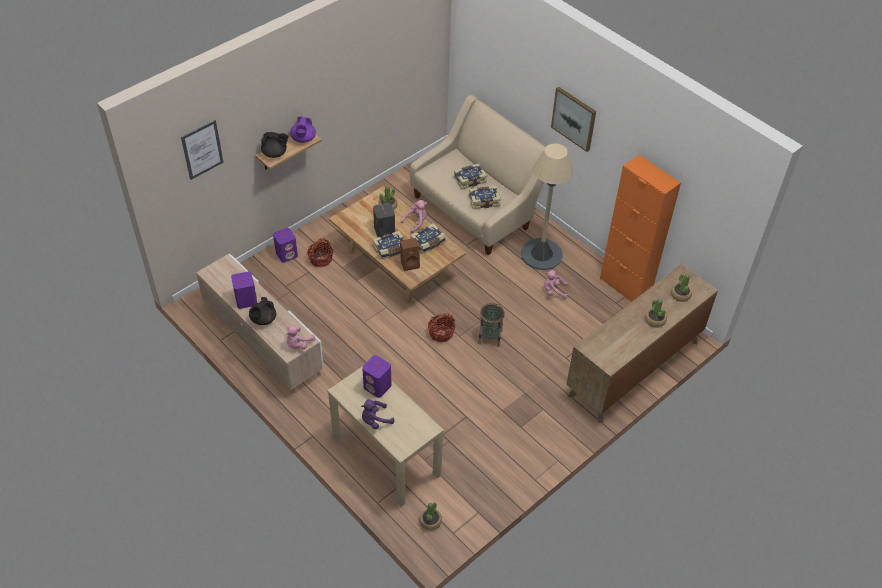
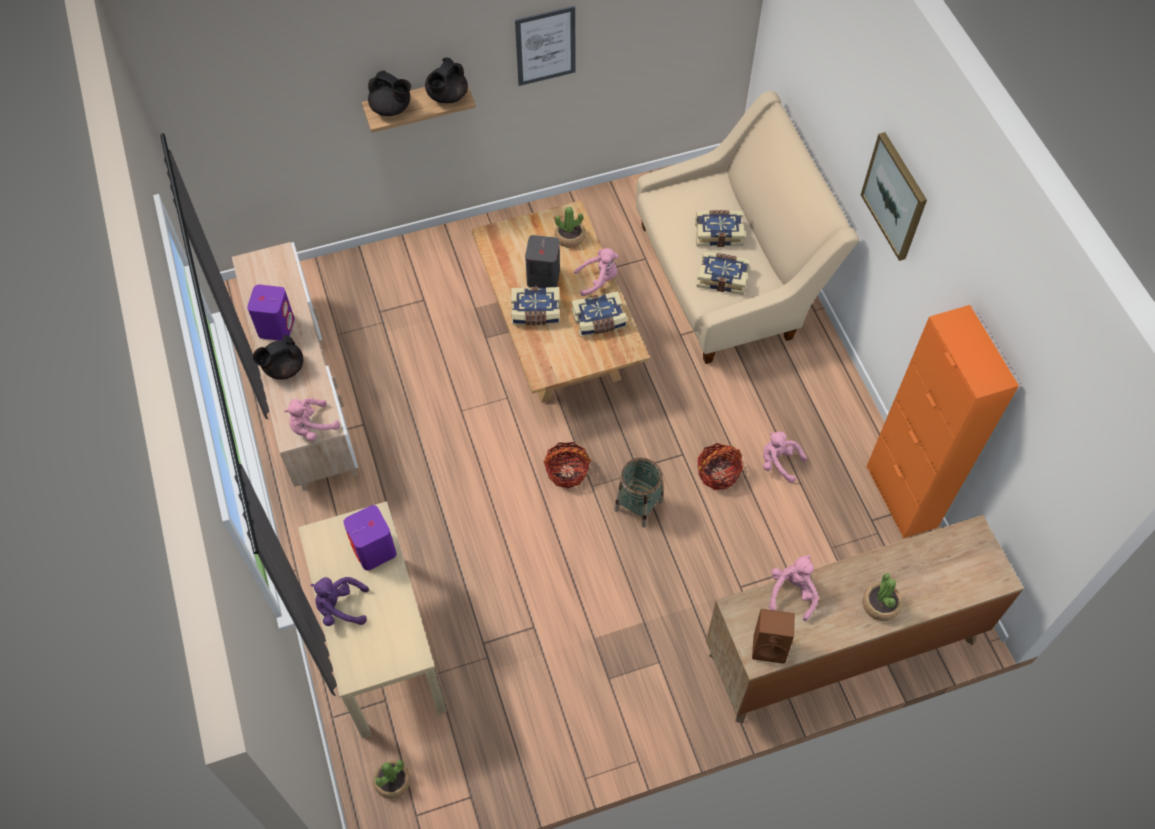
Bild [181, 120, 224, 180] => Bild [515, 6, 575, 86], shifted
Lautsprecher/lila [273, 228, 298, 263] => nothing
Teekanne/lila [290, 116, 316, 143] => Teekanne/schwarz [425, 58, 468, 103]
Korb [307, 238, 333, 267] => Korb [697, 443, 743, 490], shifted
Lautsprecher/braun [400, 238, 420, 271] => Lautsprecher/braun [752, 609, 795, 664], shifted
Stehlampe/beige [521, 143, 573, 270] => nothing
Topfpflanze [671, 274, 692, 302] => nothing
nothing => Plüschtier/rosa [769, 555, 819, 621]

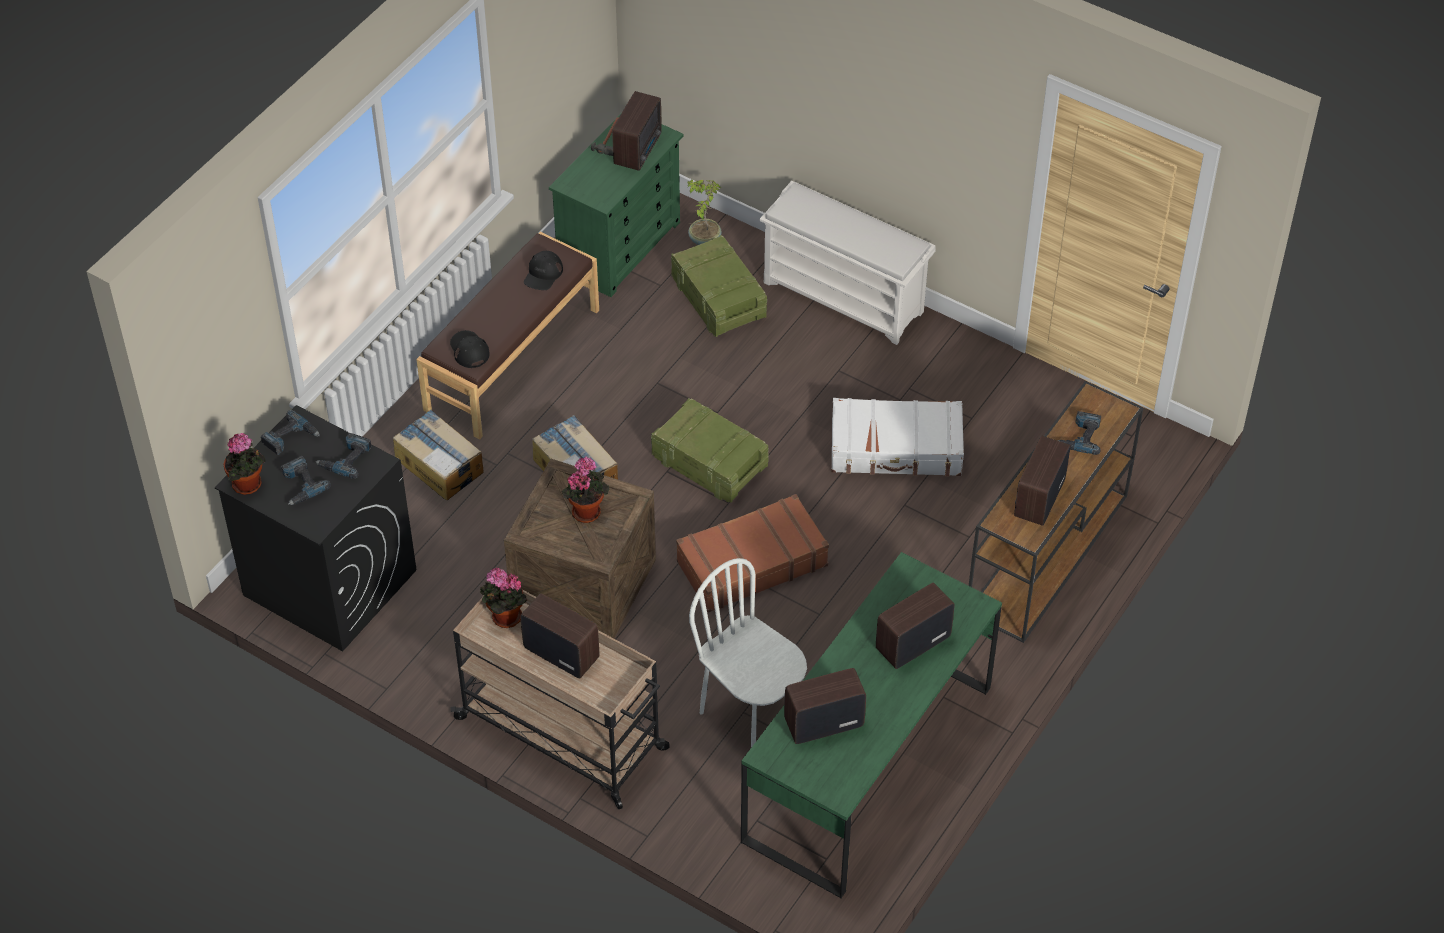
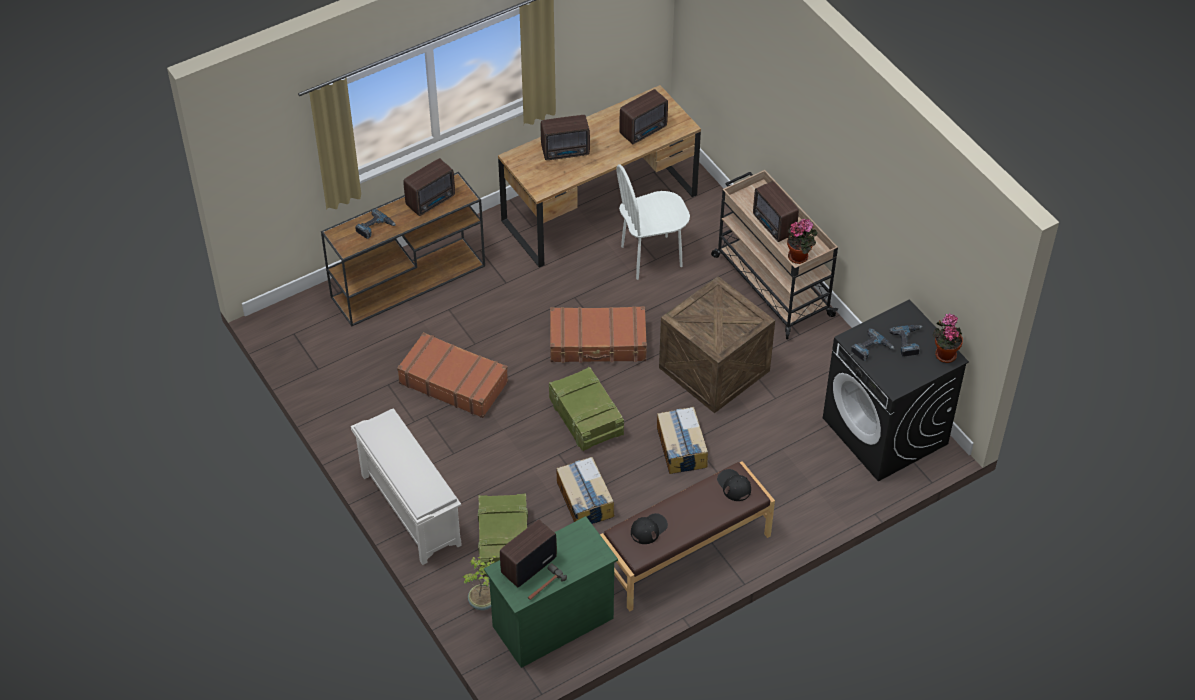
Bohrmaschine [261, 410, 320, 455] => nothing
Karton [393, 410, 484, 500] => Karton [556, 457, 614, 524], shifted
Kappe/schwarz [450, 330, 490, 368] => Kappe/schwarz [717, 469, 751, 501], 150 degrees clockwise
Topfpflanze [561, 456, 609, 523] => nothing
Stuhl/weiß [689, 558, 807, 747] => Stuhl/weiß [616, 164, 690, 280], 90 degrees clockwise
Schreibtisch/grün [741, 552, 1002, 899] => Schreibtisch/braun [498, 85, 701, 268]
Radio [784, 668, 866, 744] => Radio [619, 89, 668, 144], 45 degrees counterclockwise
Koffer/weiß [831, 398, 964, 477] => Koffer/braun [397, 332, 508, 418]

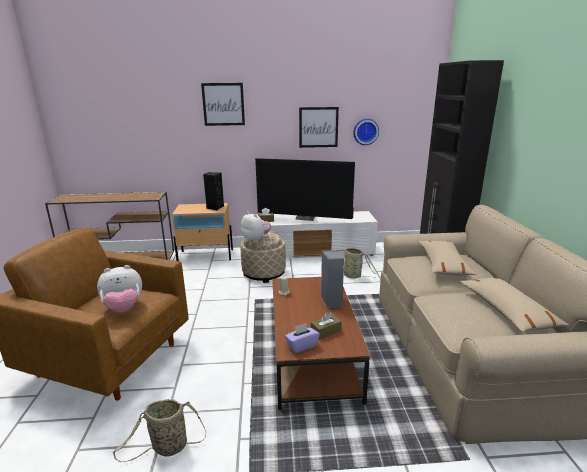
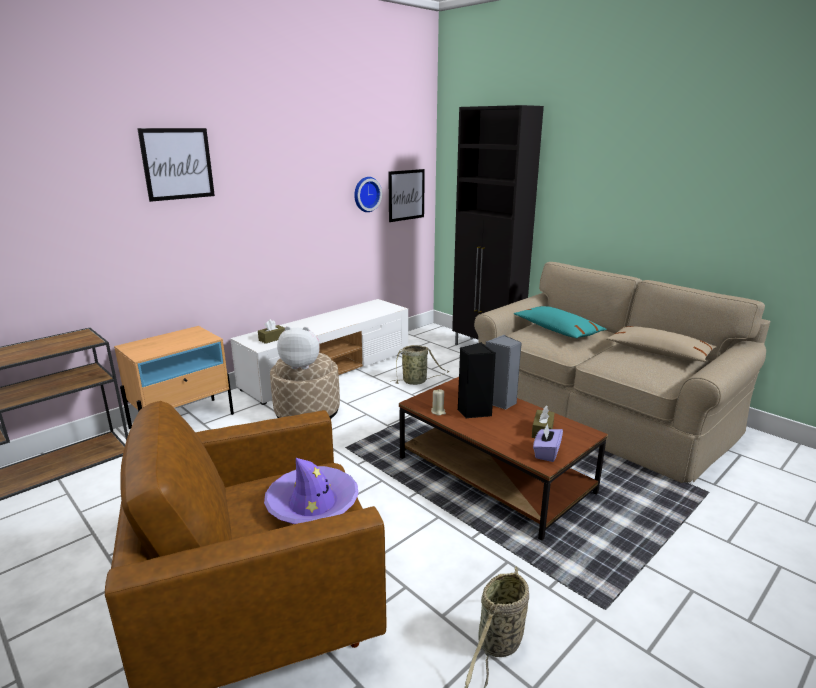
Plüschtier [97, 265, 142, 313] => Hut/lila [264, 458, 359, 524]
Lautsprecher/schwarz [203, 172, 224, 210] => Lautsprecher/schwarz [458, 342, 496, 418], shifted
Fernseher [255, 158, 355, 221] => nothing
Bild [299, 107, 339, 148] => Bild [388, 169, 425, 222], shifted
Kissen/beige [418, 241, 476, 276] => Kissen/türkis [514, 306, 607, 338]

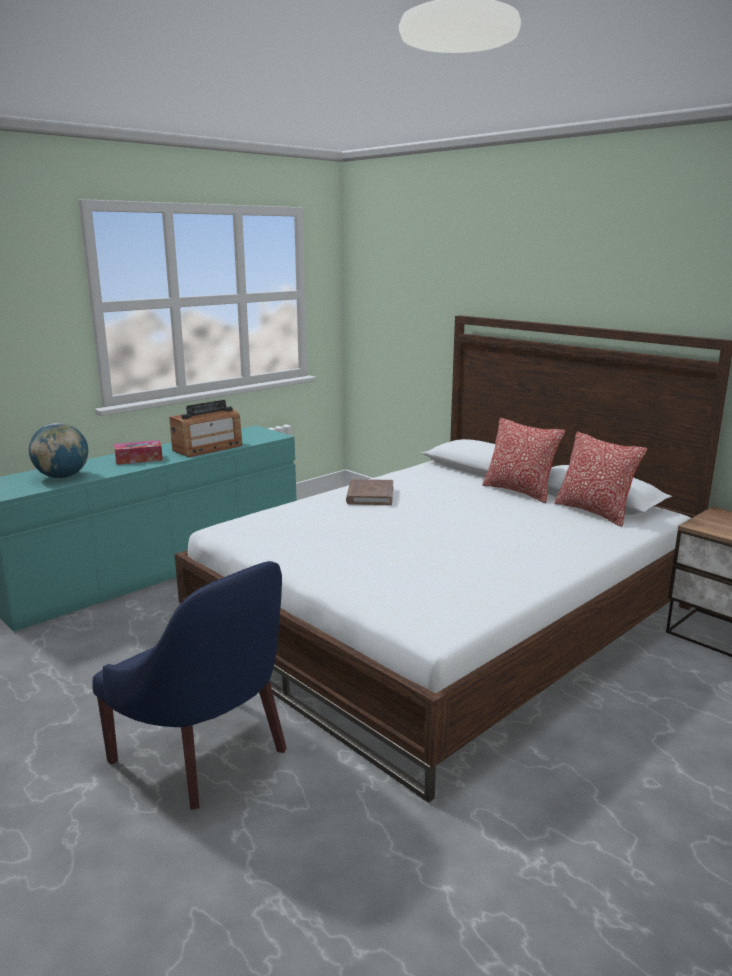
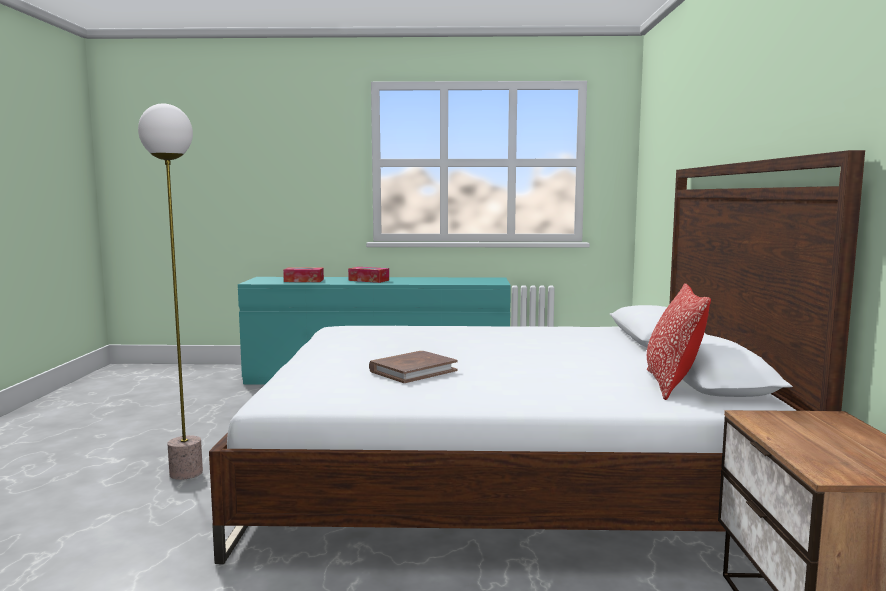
Globus [29, 423, 88, 478] => Taschentuchbox [283, 268, 324, 282]
Sessel/blau [92, 561, 287, 810] => Stehlampe [138, 104, 203, 480]
Radio [169, 400, 242, 457] => nothing
Buch/braun [346, 479, 393, 505] => Buch/braun [369, 351, 458, 383], shifted
Kissen [482, 418, 565, 503] => nothing

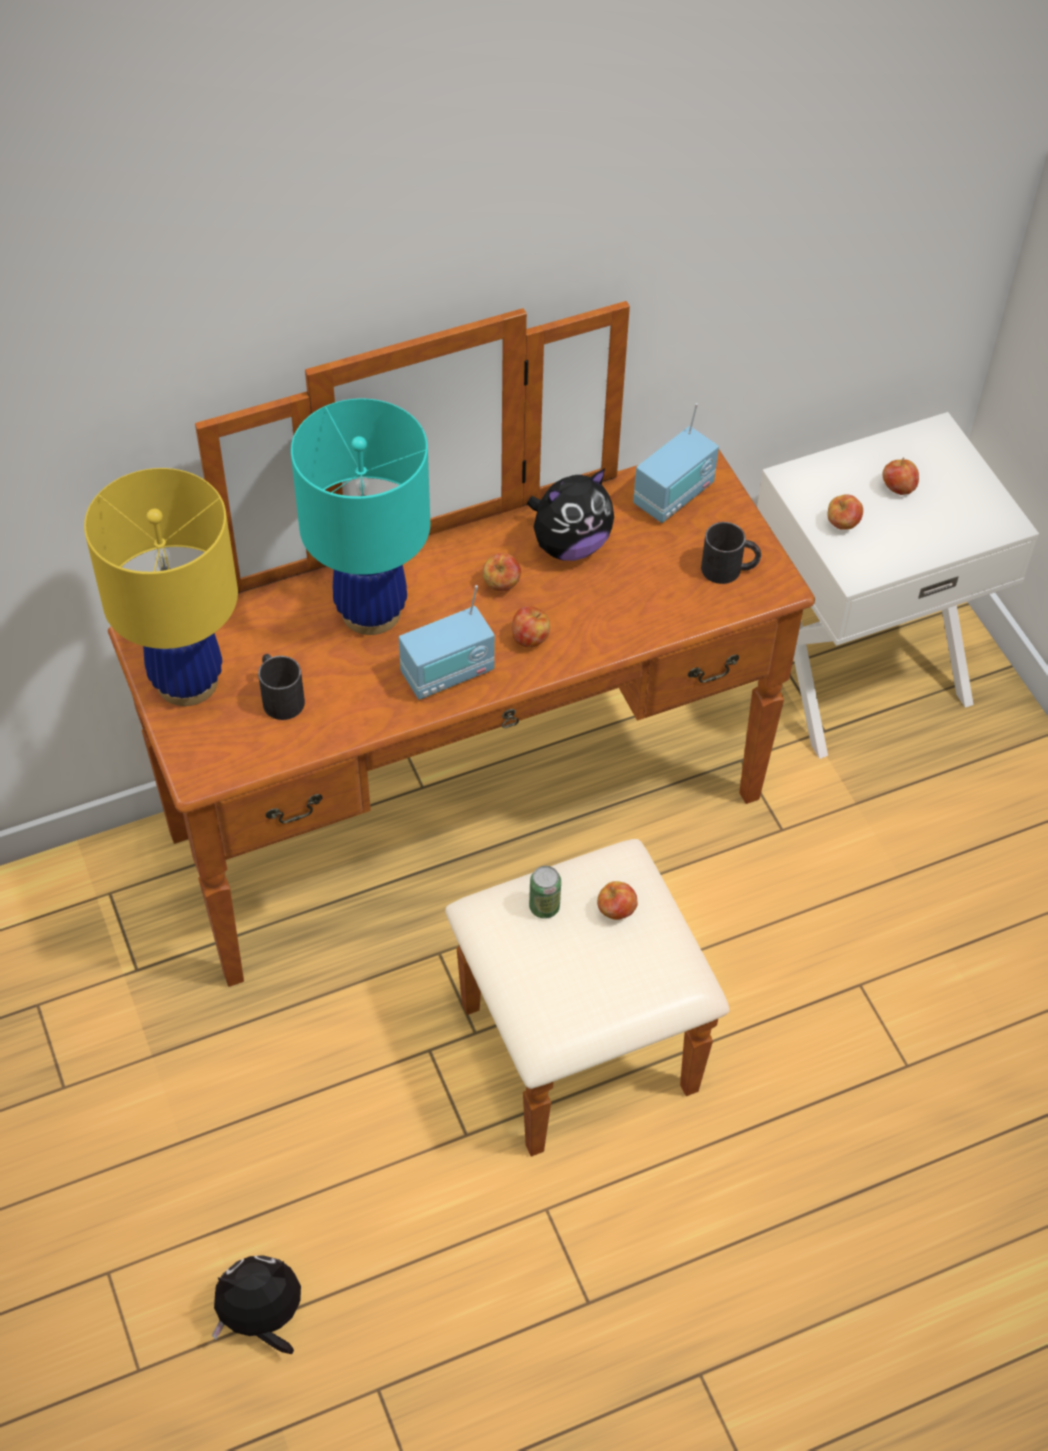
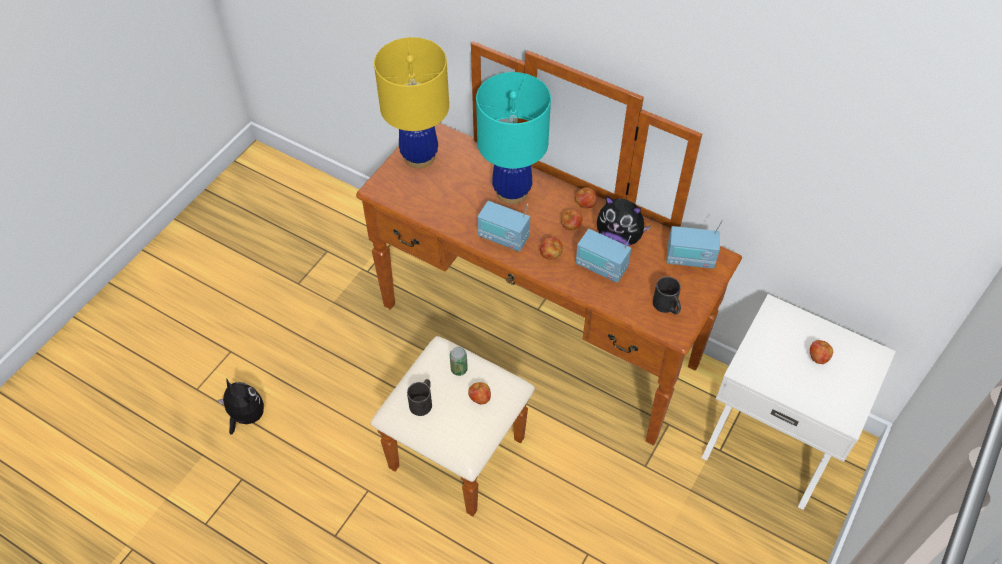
Henkelbecher/schwarz [258, 654, 305, 720] => Henkelbecher/schwarz [407, 379, 432, 416], shifted
Apfel [827, 494, 863, 530] => Apfel [575, 187, 597, 208], shifted
nothing => Radio [576, 229, 631, 283]

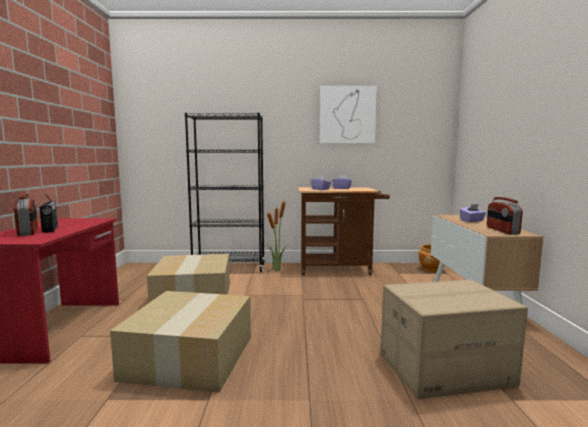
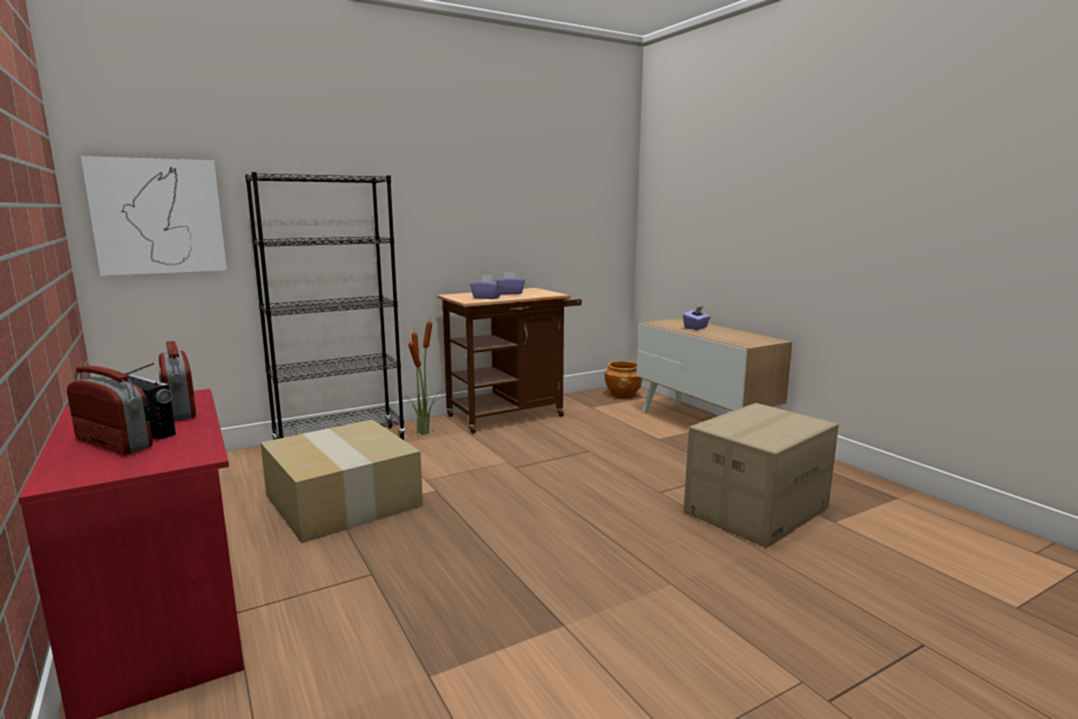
Karton [110, 291, 251, 393] => nothing
Bild [319, 85, 377, 144] => Bild [81, 156, 227, 276], shifted
Radio [487, 197, 523, 235] => Radio [158, 341, 196, 421], shifted

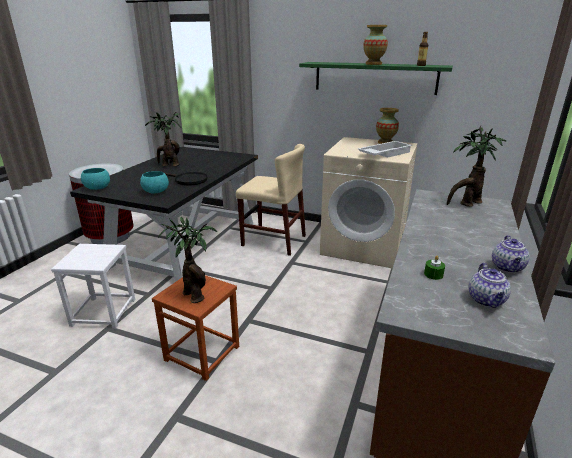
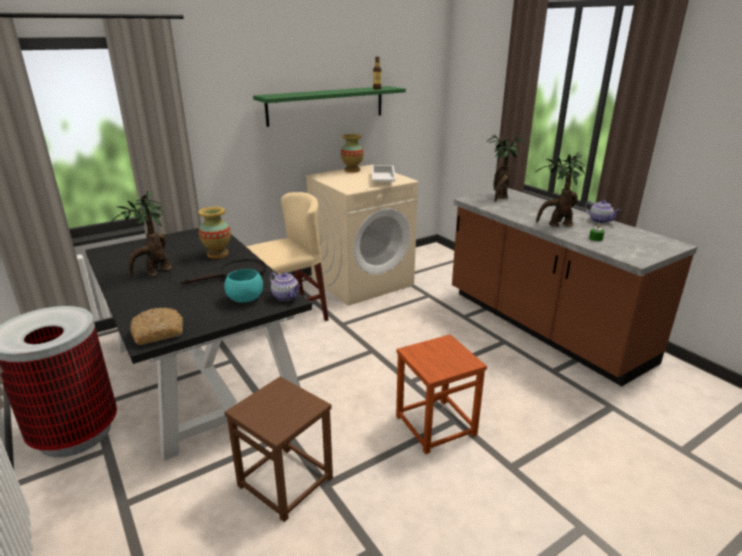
Hocker/weiß [51, 244, 135, 328] => Hocker/braun [224, 376, 333, 522]
Schüssel/türkis [81, 168, 110, 190] => Brot [130, 308, 183, 345]
Topfpflanze [158, 217, 217, 303] => Topfpflanze [536, 152, 585, 227], shifted
Vase [363, 25, 388, 65] => Vase [198, 207, 231, 259], shifted
Teekanne [468, 263, 511, 308] => Teekanne [269, 272, 300, 301], shifted

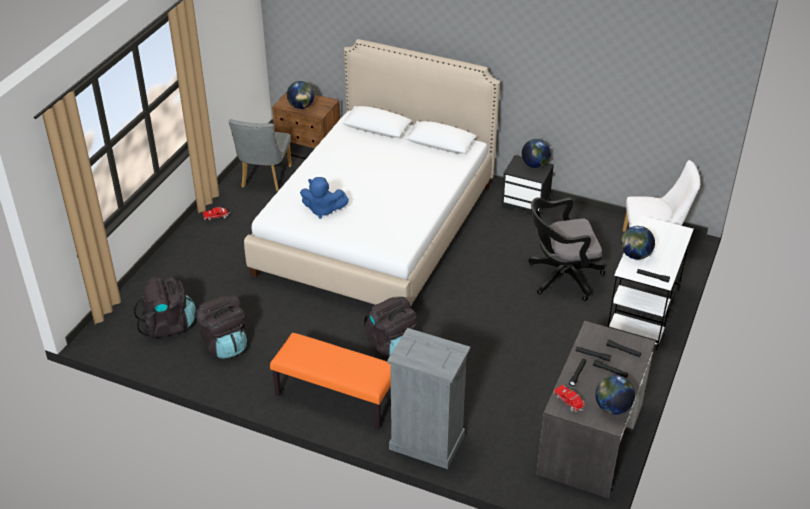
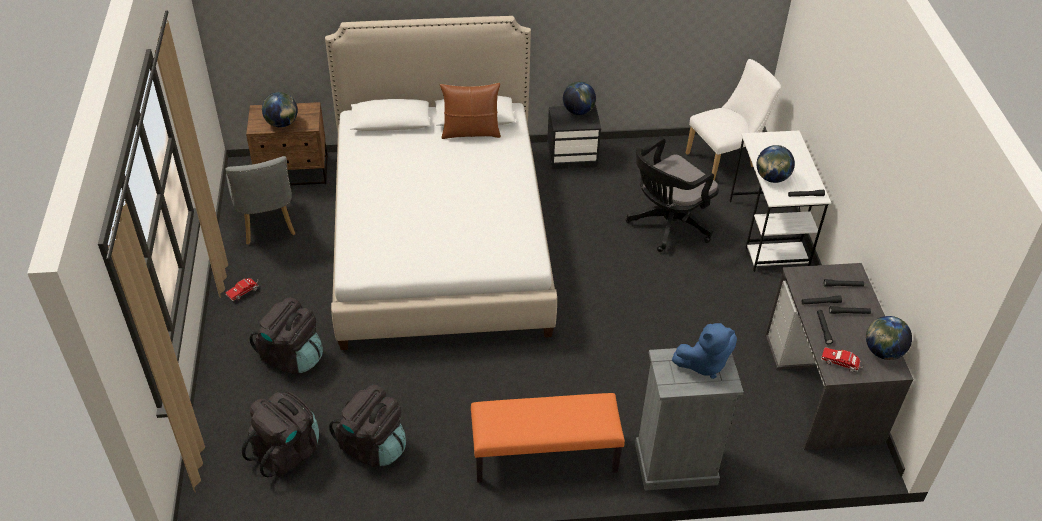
Plüschtier/blau [300, 177, 349, 219] => Plüschtier/blau [672, 323, 737, 379], shifted
Rucksack/schwarz [364, 297, 417, 360] => Rucksack/schwarz [250, 297, 323, 374], shifted
nothing => Kissen/braun [440, 83, 501, 139]

